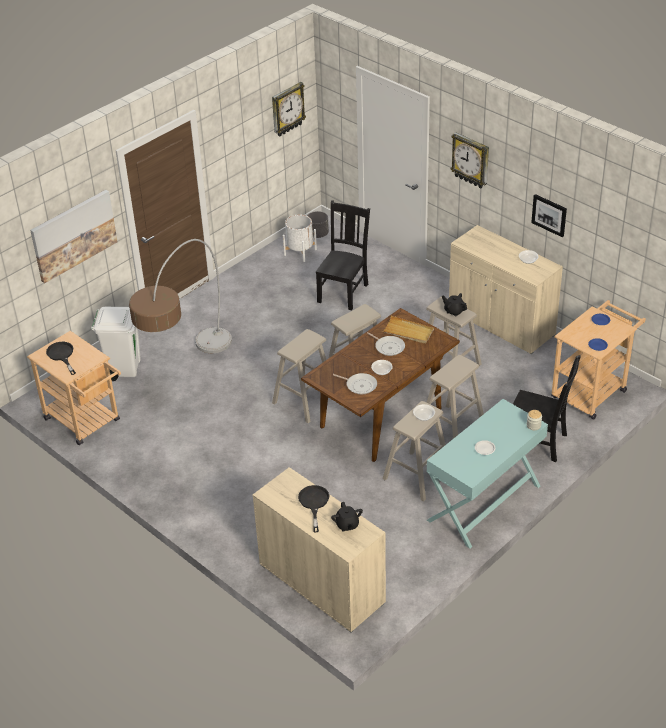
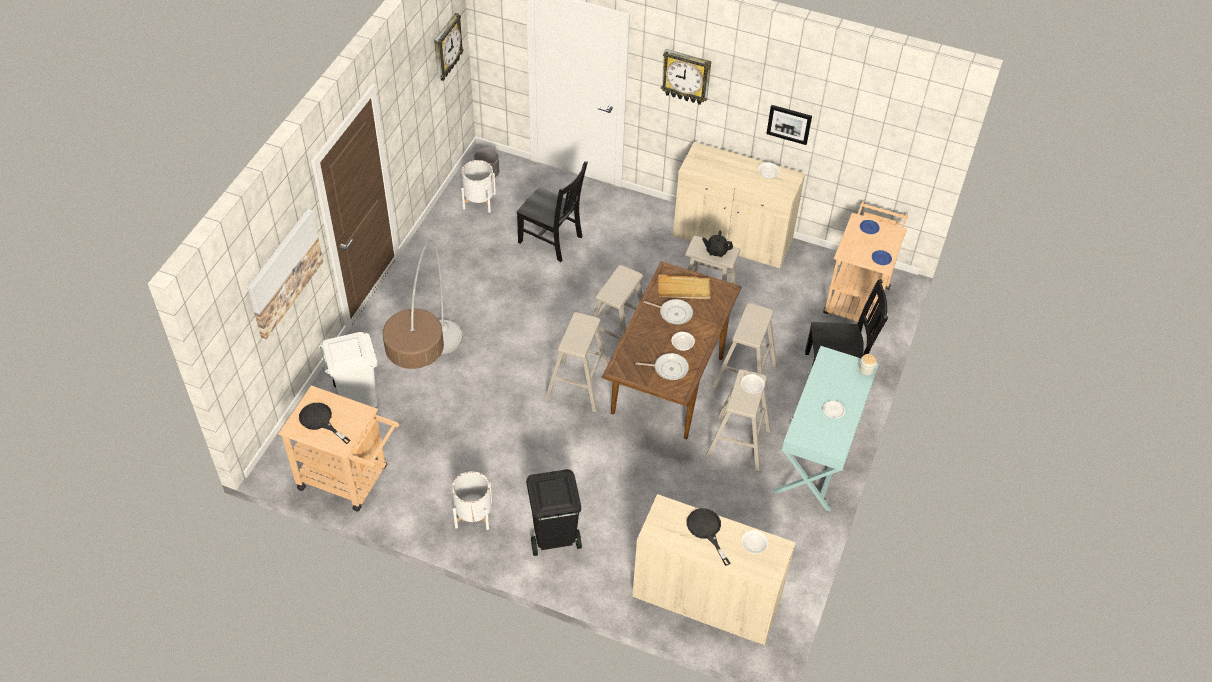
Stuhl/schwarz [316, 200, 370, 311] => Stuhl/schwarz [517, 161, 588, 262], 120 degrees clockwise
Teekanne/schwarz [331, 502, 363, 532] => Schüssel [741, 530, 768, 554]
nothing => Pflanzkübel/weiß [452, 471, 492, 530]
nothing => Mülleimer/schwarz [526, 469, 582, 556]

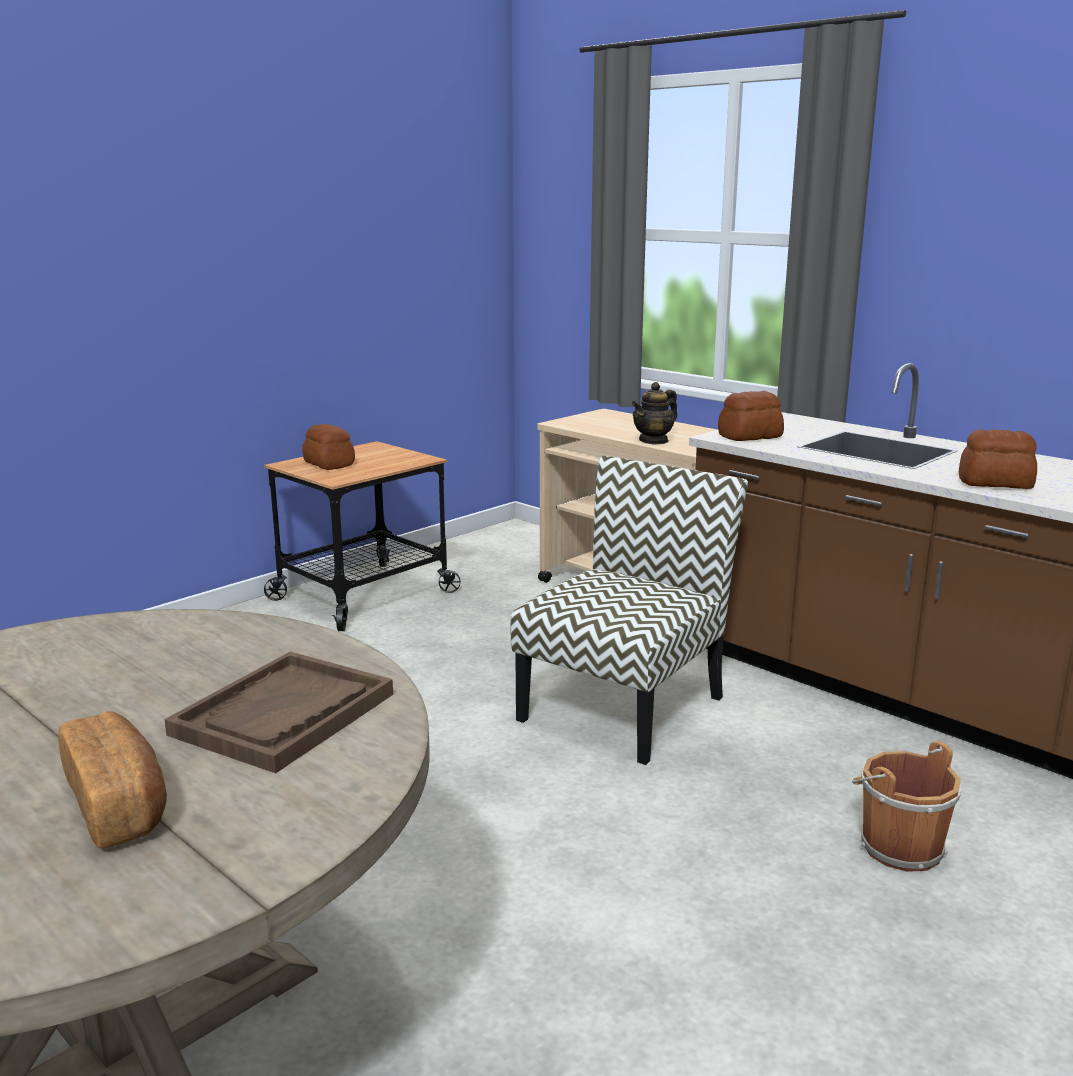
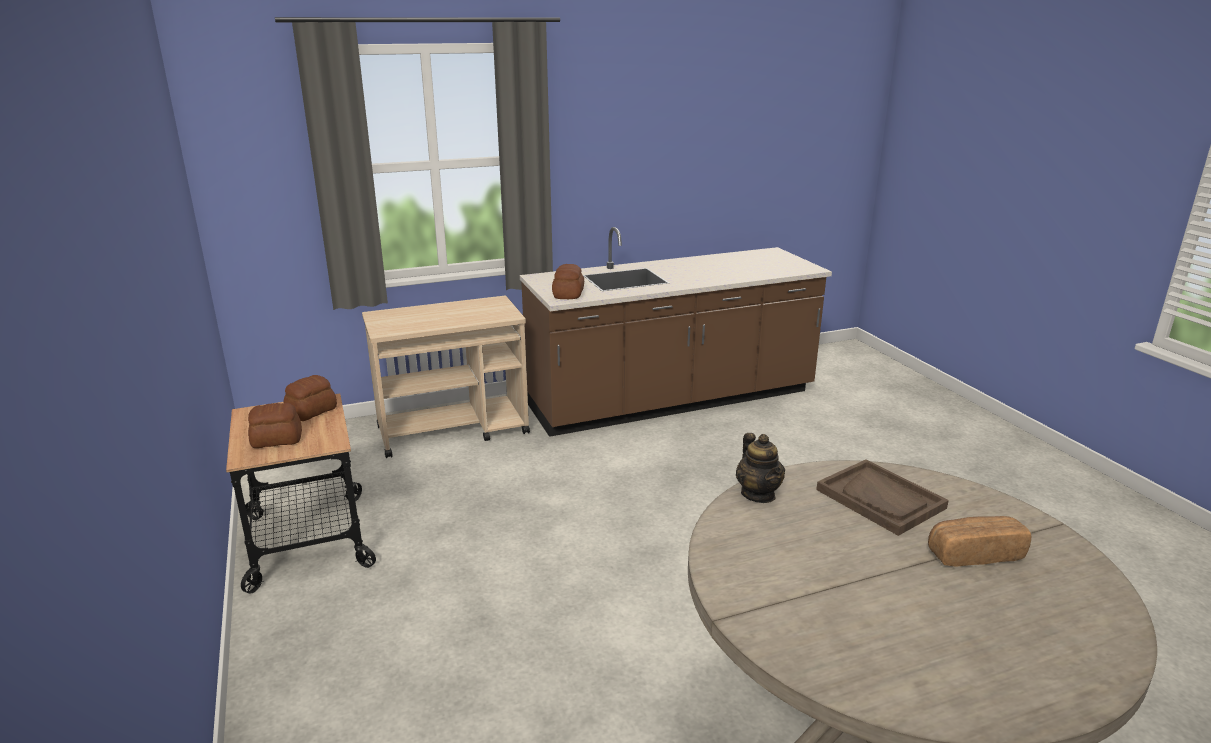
Stuhl [511, 456, 748, 765] => nothing
Teekanne [631, 382, 677, 445] => Teekanne [736, 433, 785, 503], shifted
Eimer/braun [852, 741, 961, 872] => nothing
Brot [959, 429, 1037, 489] => Brot [283, 375, 337, 421], shifted

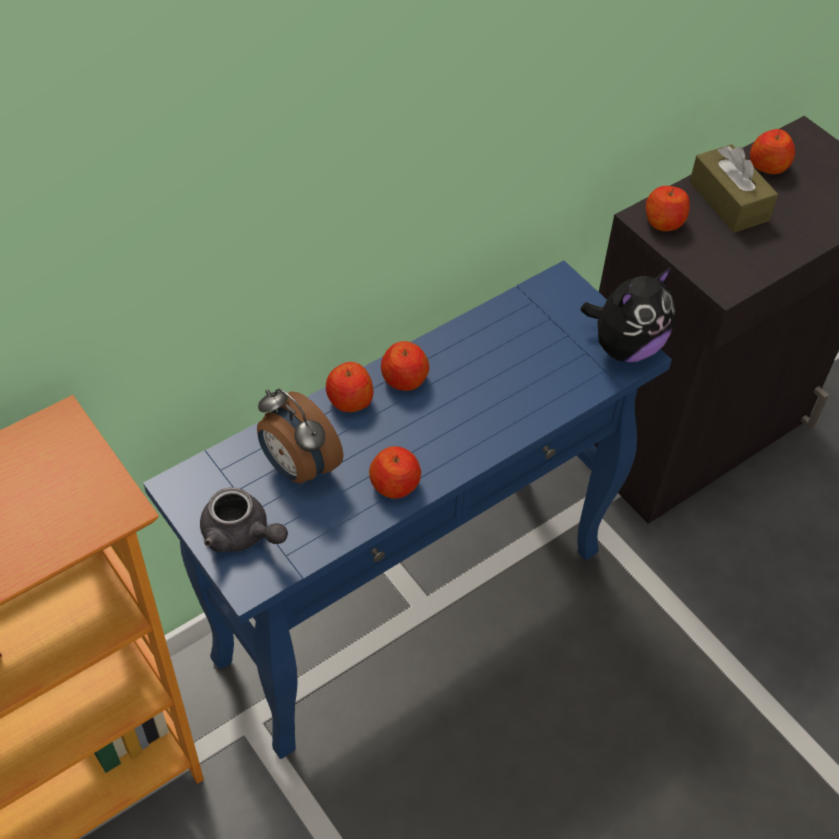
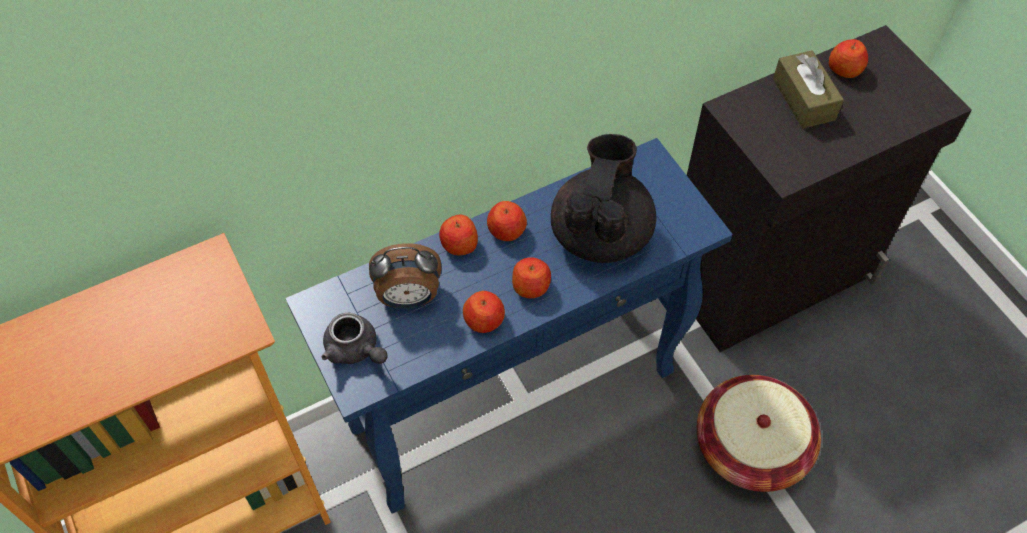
Wecker [257, 389, 344, 484] => Wecker [369, 243, 441, 309], 60 degrees counterclockwise
Plüschtier [580, 266, 675, 363] => nothing
Apfel [645, 186, 690, 231] => Apfel [512, 257, 551, 298], shifted
nothing => Teekanne/schwarz [551, 134, 656, 263]
nothing => Korb [697, 375, 821, 492]

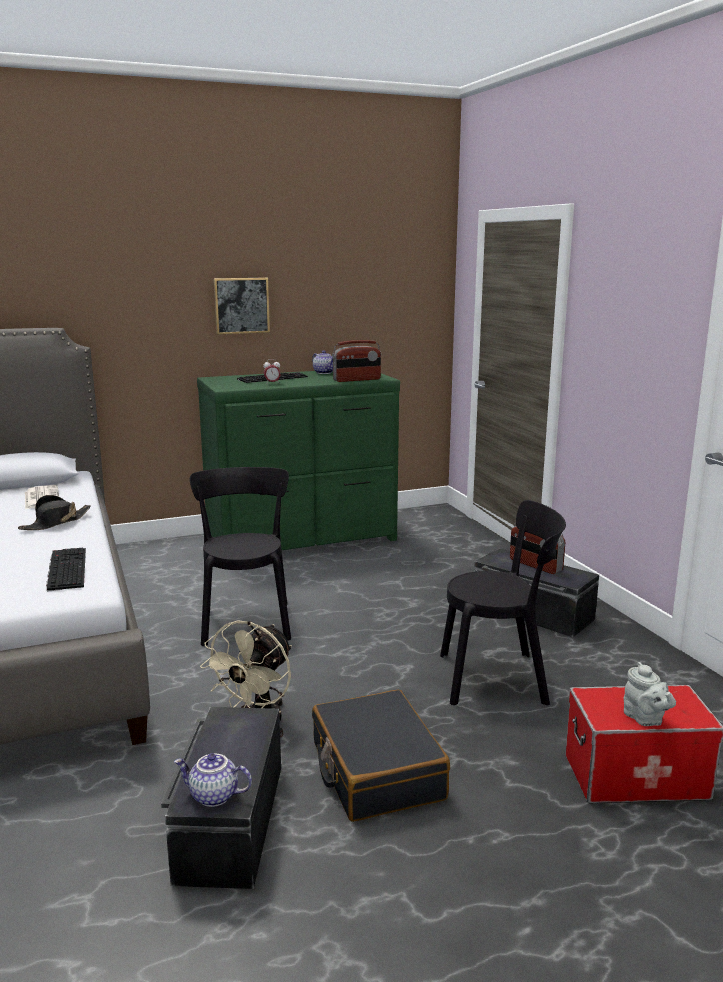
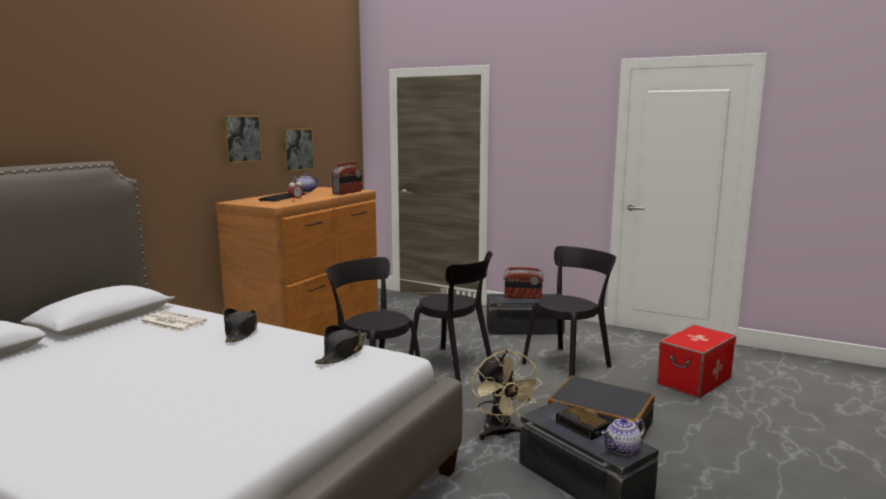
Tastatur [46, 548, 86, 592] => Hut/schwarz [315, 325, 367, 364]
Kommode/grün [197, 371, 400, 550] => Kommode/braun [215, 187, 378, 336]
Teekanne/grau [624, 662, 676, 726] => nothing
nothing => Bild [282, 128, 315, 172]
nothing => Stuhl/schwarz [409, 251, 493, 382]
nothing => Wecker [556, 406, 610, 440]

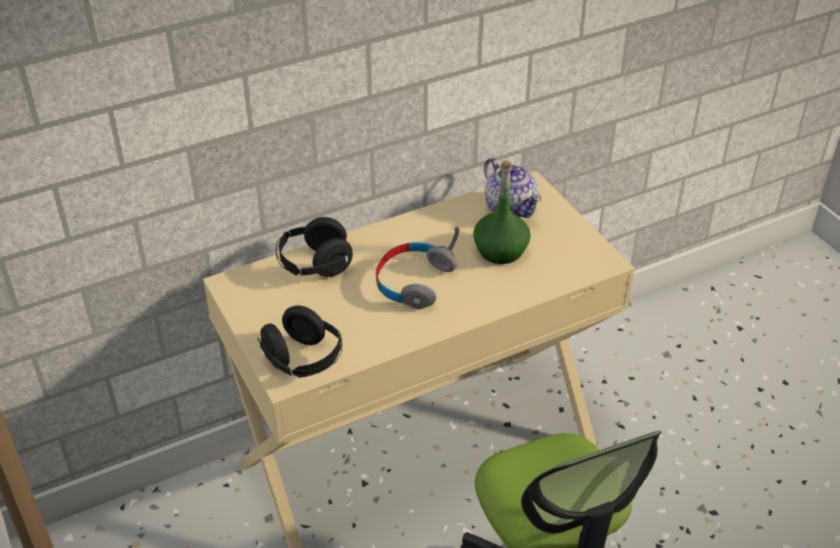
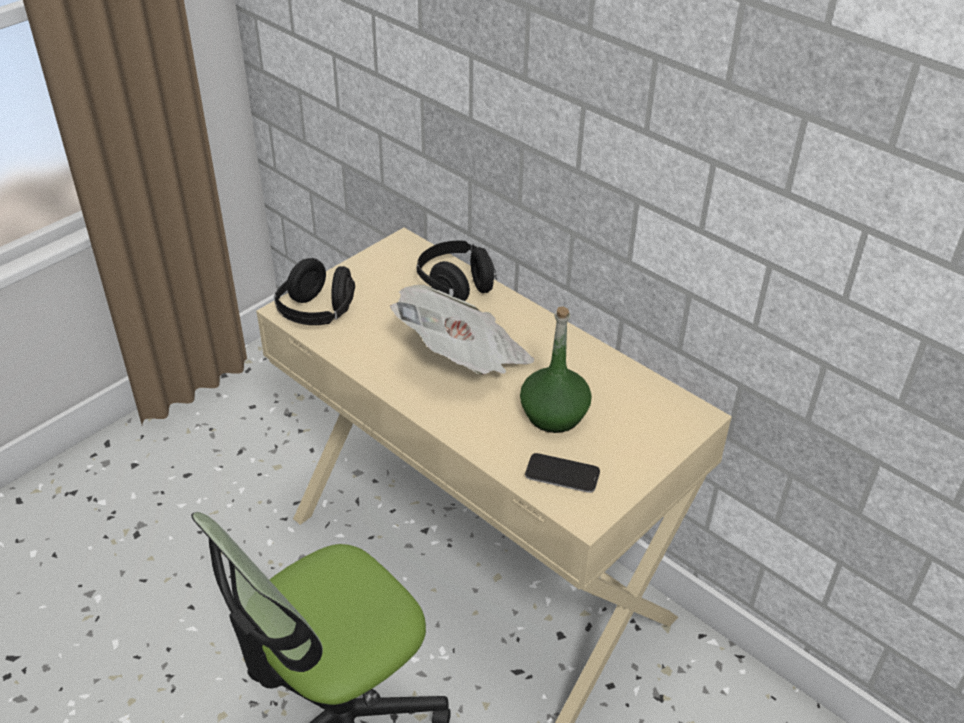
Kopfhörer/grau [376, 226, 460, 309] => Zeitung [390, 285, 534, 375]
Teekanne [484, 158, 541, 218] => nothing
nothing => Handy [525, 453, 600, 493]

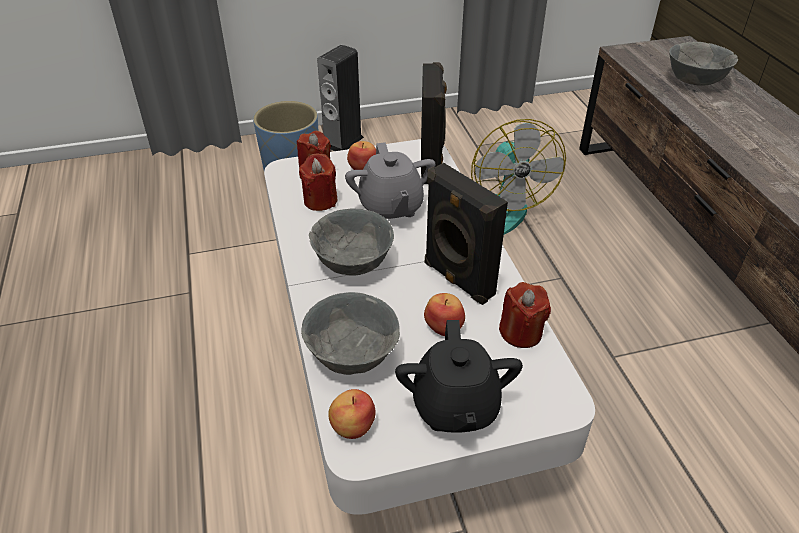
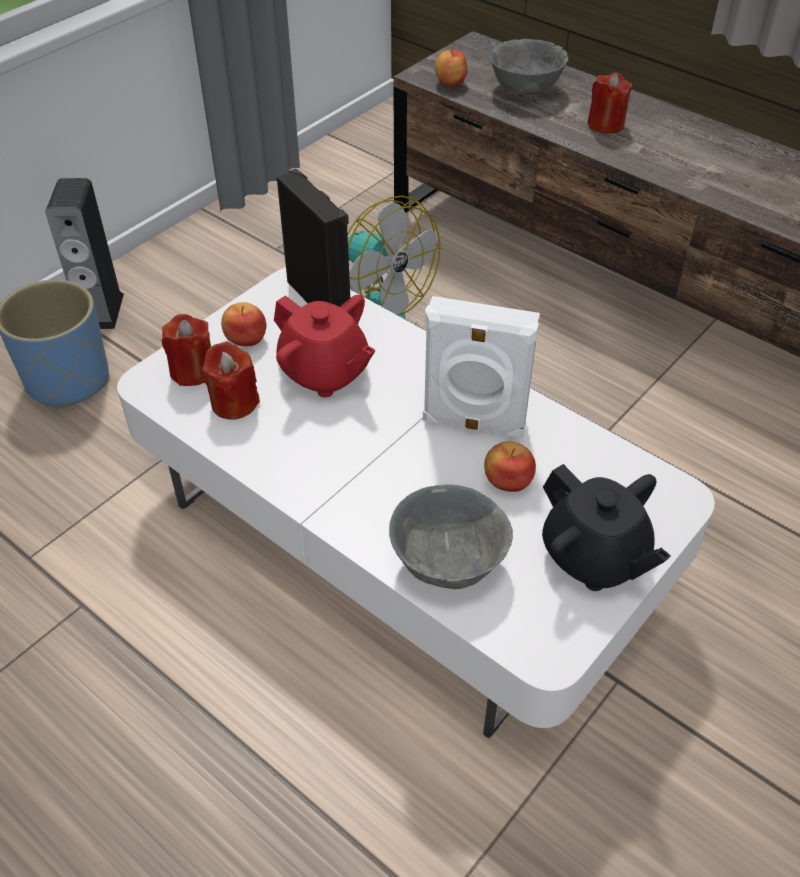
Schüssel/grau [309, 208, 394, 276] => nothing
Apfel [328, 389, 376, 439] => Apfel [435, 49, 468, 87], shifted
Teekanne/grau [345, 142, 436, 219] => Teekanne/rot [274, 295, 375, 397]
Lautsprecher/schwarz [425, 163, 508, 305] => Lautsprecher/weiß [423, 296, 540, 438]
Kerze/rot [499, 282, 551, 348] => Kerze/rot [587, 72, 633, 134], shifted

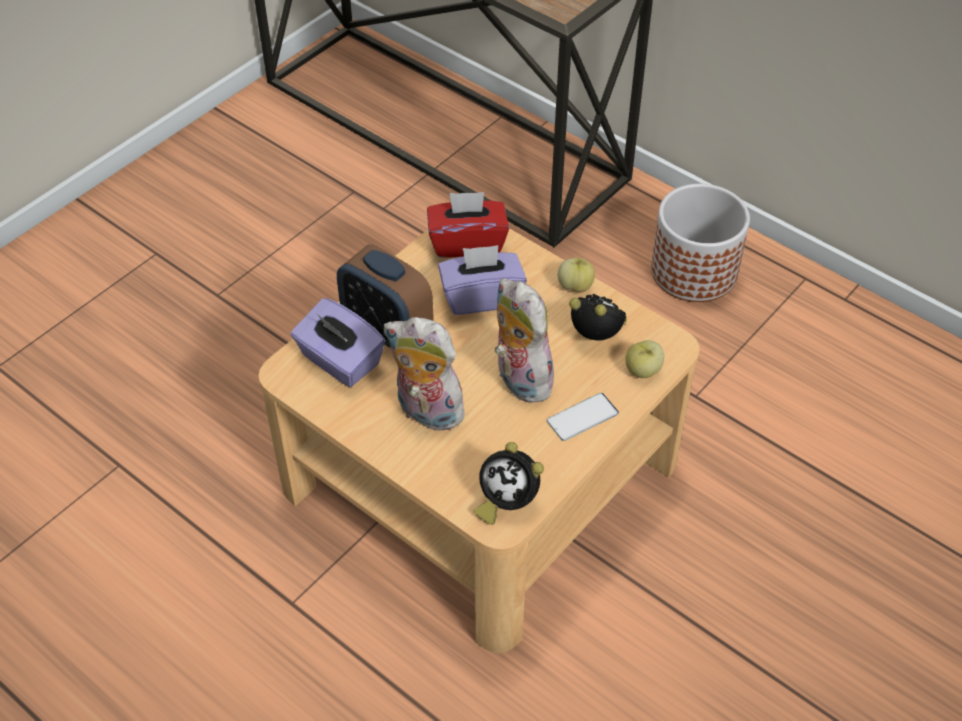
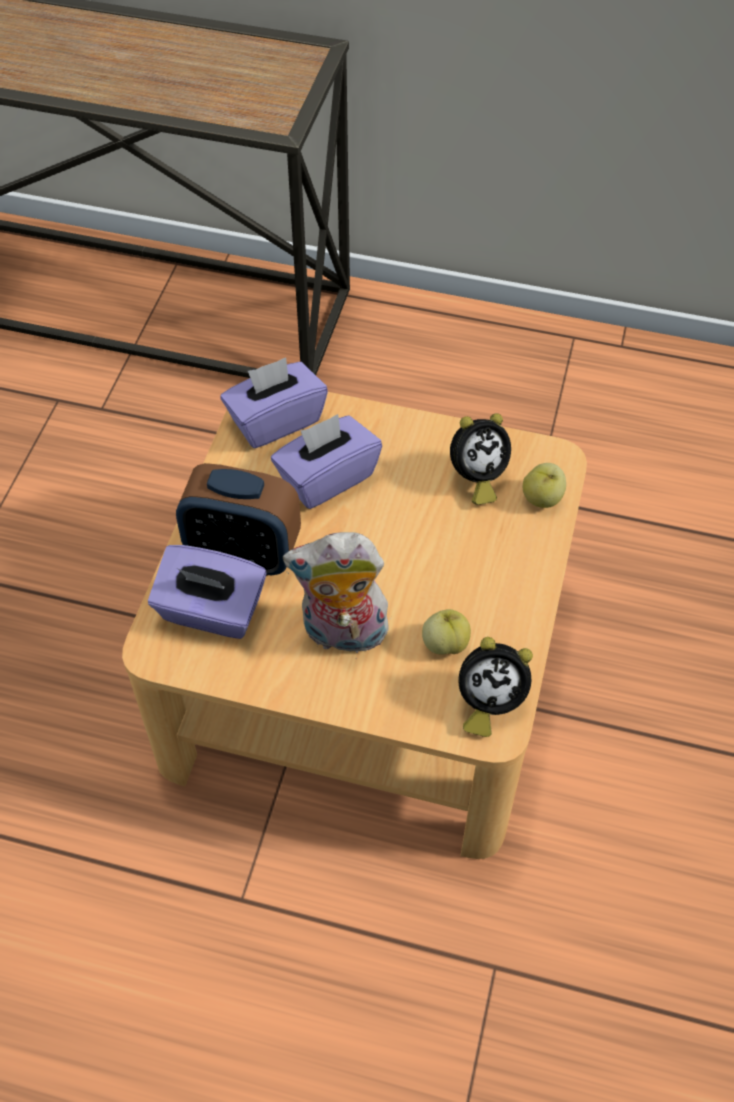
Taschentuchbox/rot [427, 192, 509, 258] => Taschentuchbox/lila [220, 357, 328, 448]
Plüschtier [495, 279, 558, 403] => nothing
Handy [547, 393, 619, 441] => nothing
Apfel [558, 258, 595, 293] => Apfel [422, 609, 471, 655], shifted
Wecker [569, 294, 627, 340] => Wecker [450, 413, 511, 505], 150 degrees clockwise
Pflanzkübel [651, 184, 750, 302] => nothing

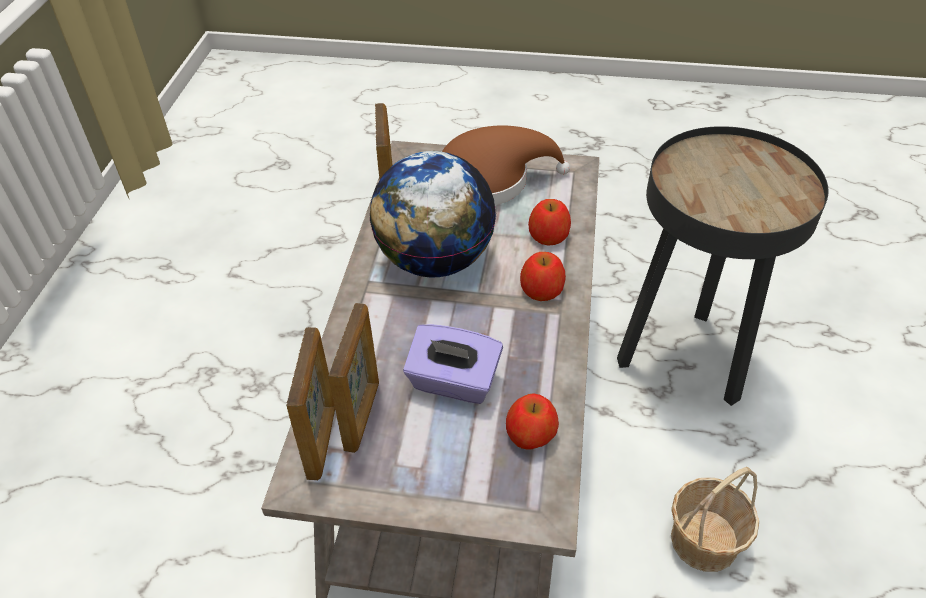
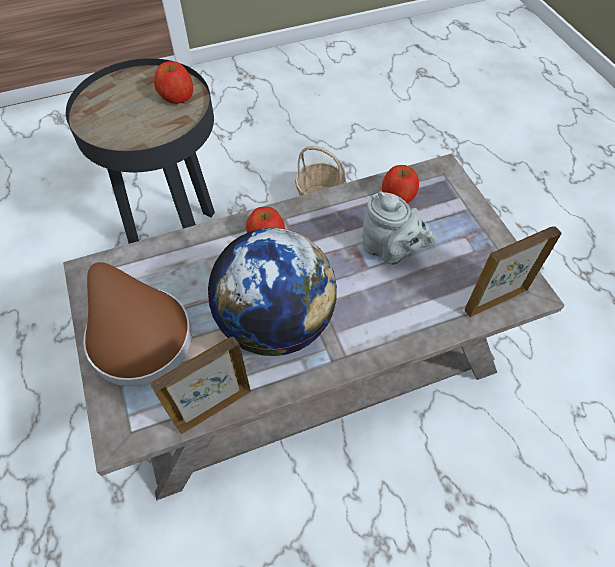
Bilderrahmen [329, 303, 379, 453] => nothing
Taschentuchbox/lila [403, 324, 503, 404] => Teekanne/grau [362, 191, 437, 265]
Apfel [528, 199, 571, 246] => Apfel [154, 61, 193, 104], shifted

